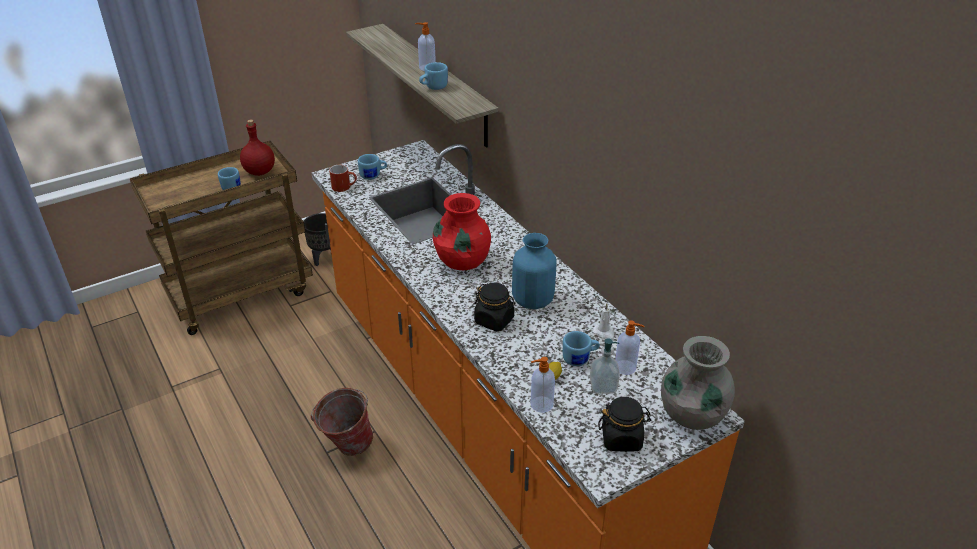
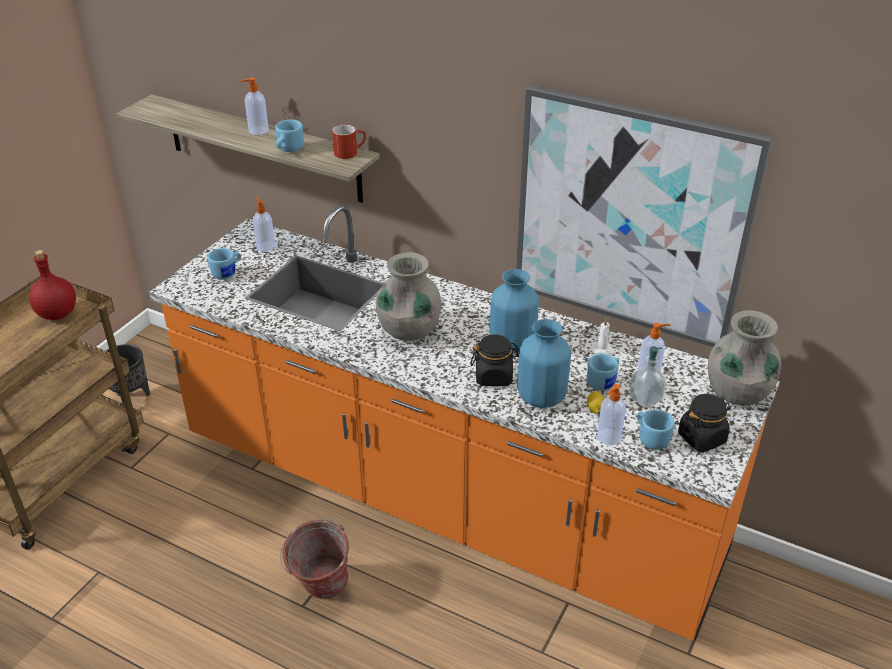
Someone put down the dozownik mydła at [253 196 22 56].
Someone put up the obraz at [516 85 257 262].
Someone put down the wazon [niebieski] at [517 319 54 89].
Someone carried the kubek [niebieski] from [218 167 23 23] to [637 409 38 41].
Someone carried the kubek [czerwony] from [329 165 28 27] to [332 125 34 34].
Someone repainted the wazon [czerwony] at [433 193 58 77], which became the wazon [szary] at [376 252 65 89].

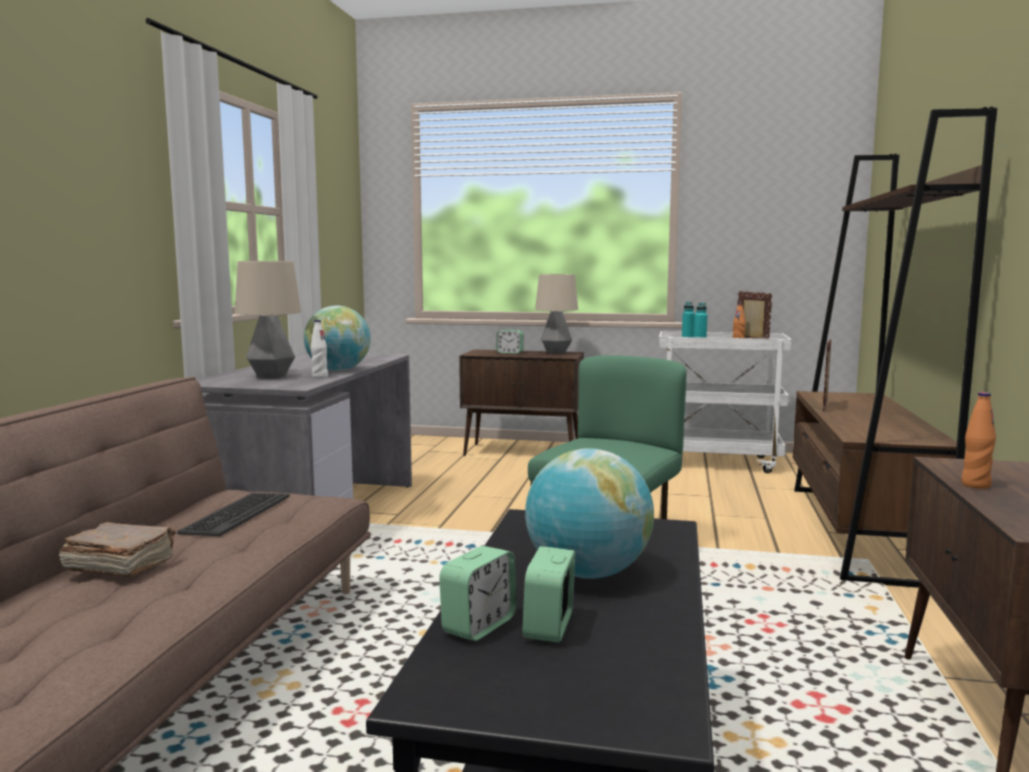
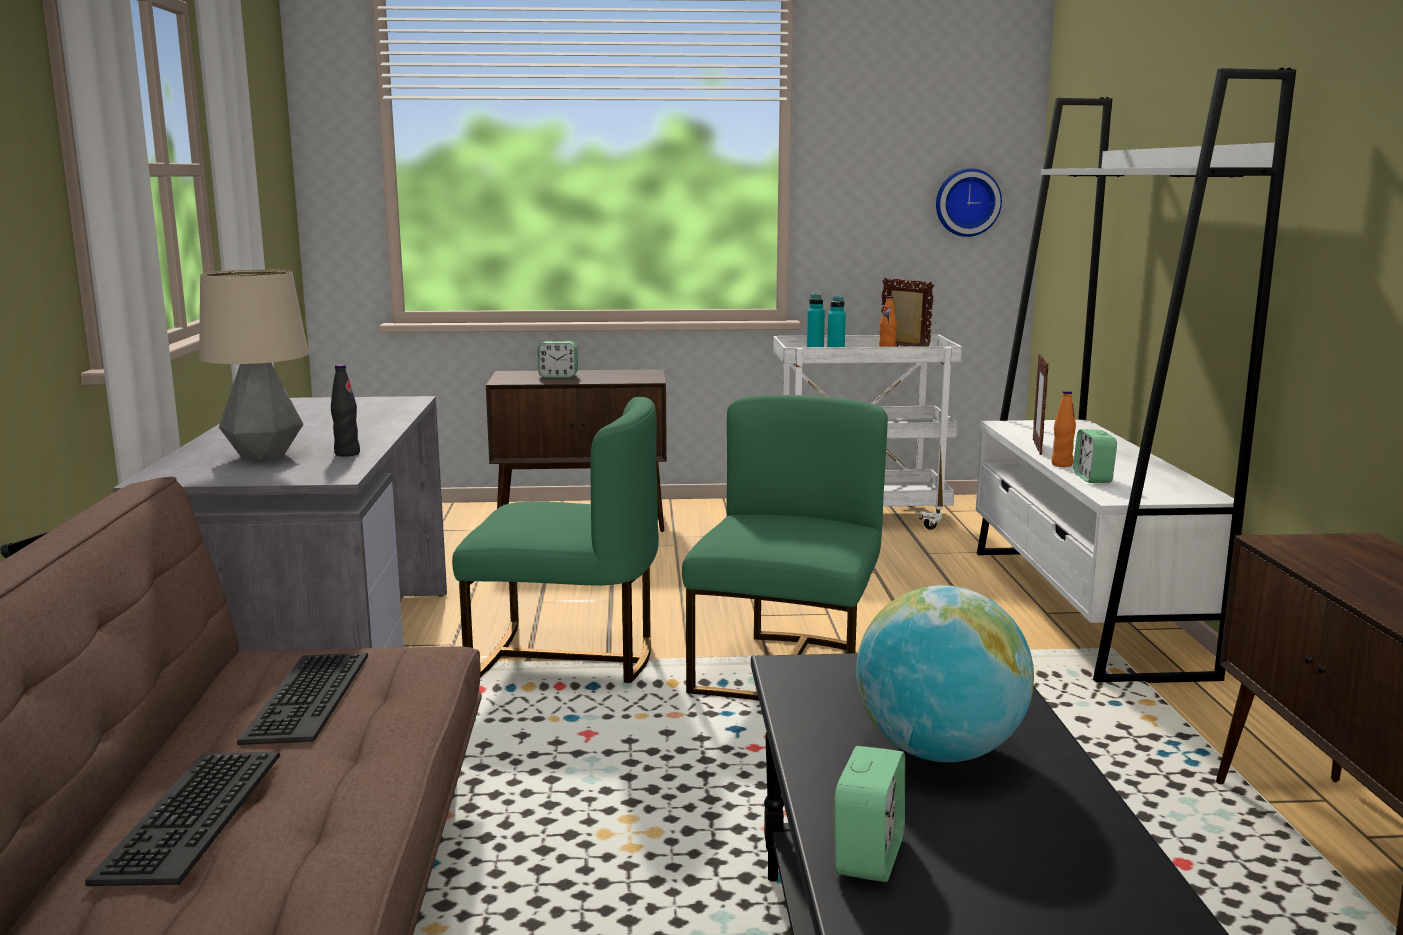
Someone took away the globus at [304 306 67 65].
Someone took away the lampa stołowa at [535 274 43 80].
Someone put down the krzesło [zielony] at [452 397 207 286].
Someone put up the zegar ścienny at [936 168 66 69].
Someone carried the budzik from [523 546 53 97] to [1073 429 44 54].
Someone carried the butelka [pomarańczowy] from [961 392 35 97] to [1052 390 24 77].
Someone swapped the książka [brązowy] at [59 522 117 55] for the klawiatura at [85 752 195 134].
Someone repainted the butelka [biały] at [311 320 17 58], which became the butelka [czarny] at [331 365 29 92].
Someone repainted the regał [brązowy] at [793 107 204 481], which became the regał [biały] at [976 68 320 615].

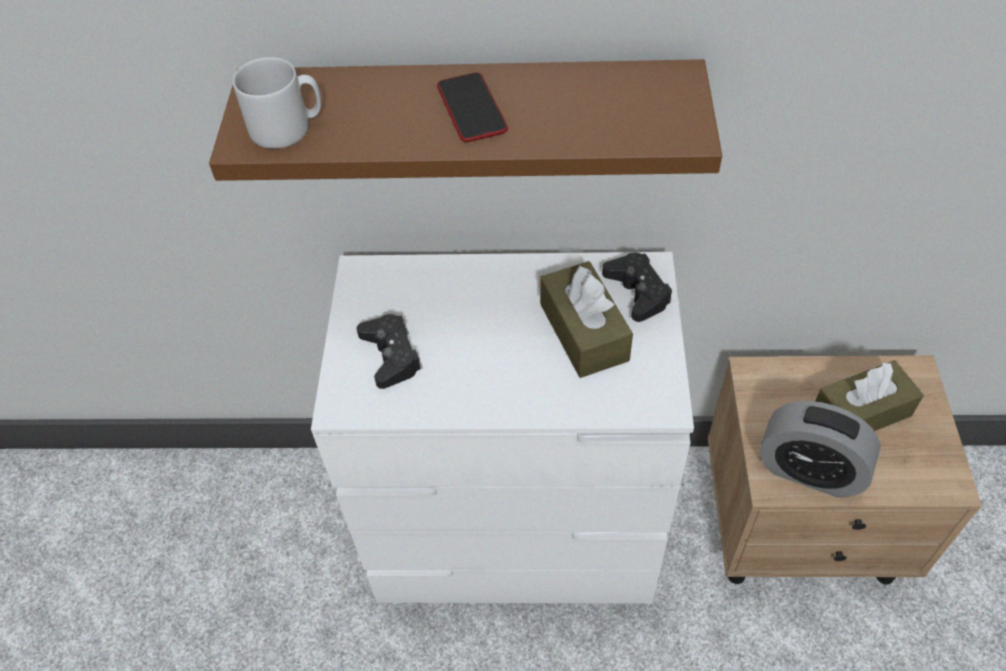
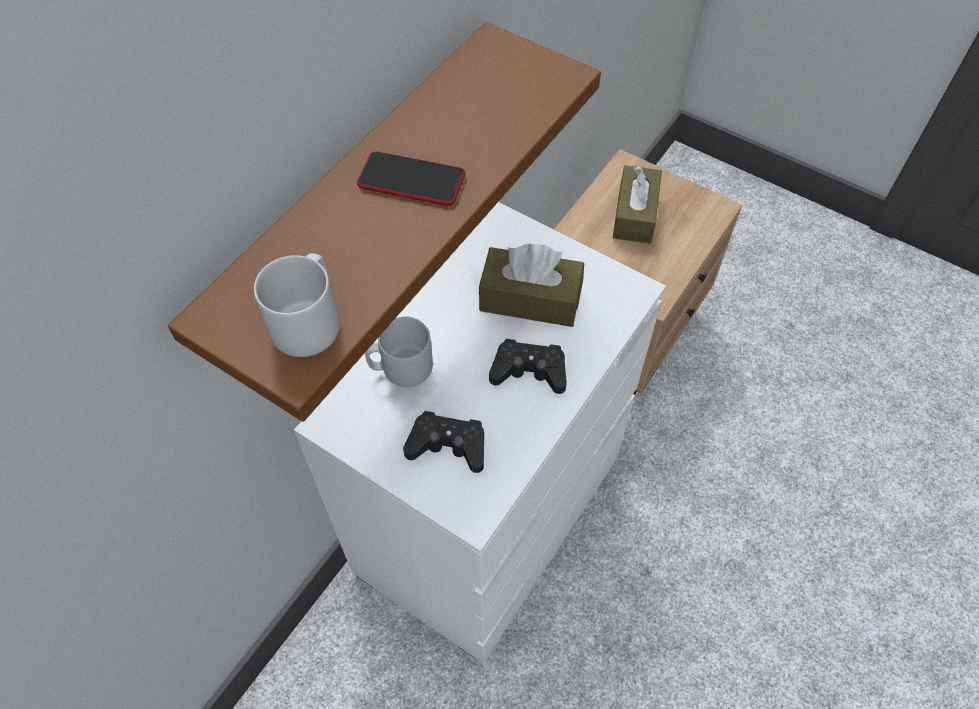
Someone took away the budzik at [760 401 120 97].
Someone put down the kubek [szary] at [365 316 68 71].
Someone carried the pad do gier [czarny] from [602 253 70 69] to [489 339 78 55].

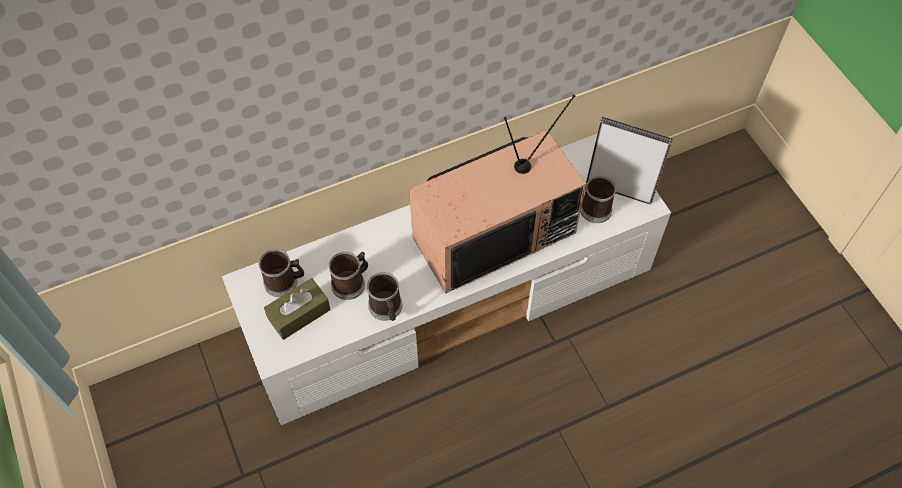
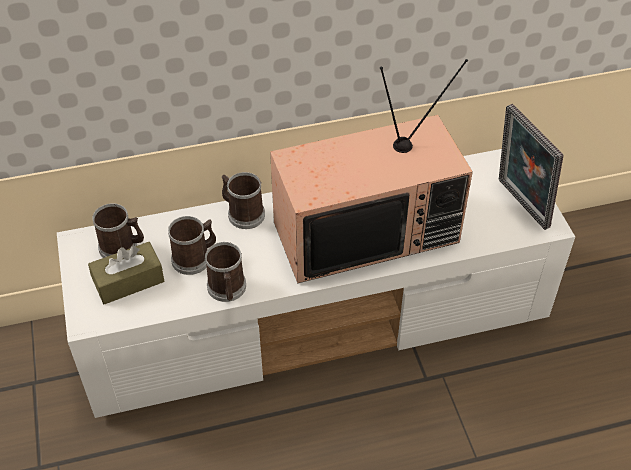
Someone carried the kubek from [580 176 36 47] to [222 172 43 57].
Someone rotated the ramka na zdjęcie at [586 117 87 88] by 150 degrees counterclockwise.

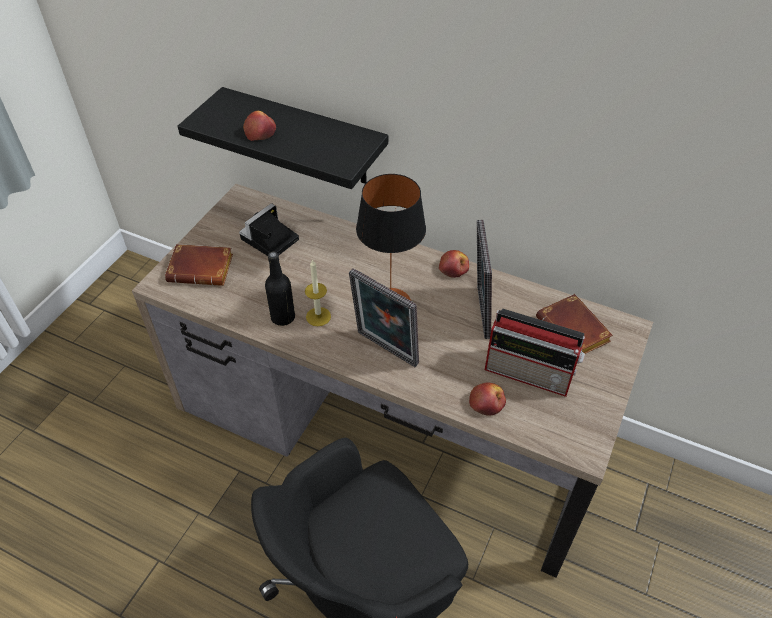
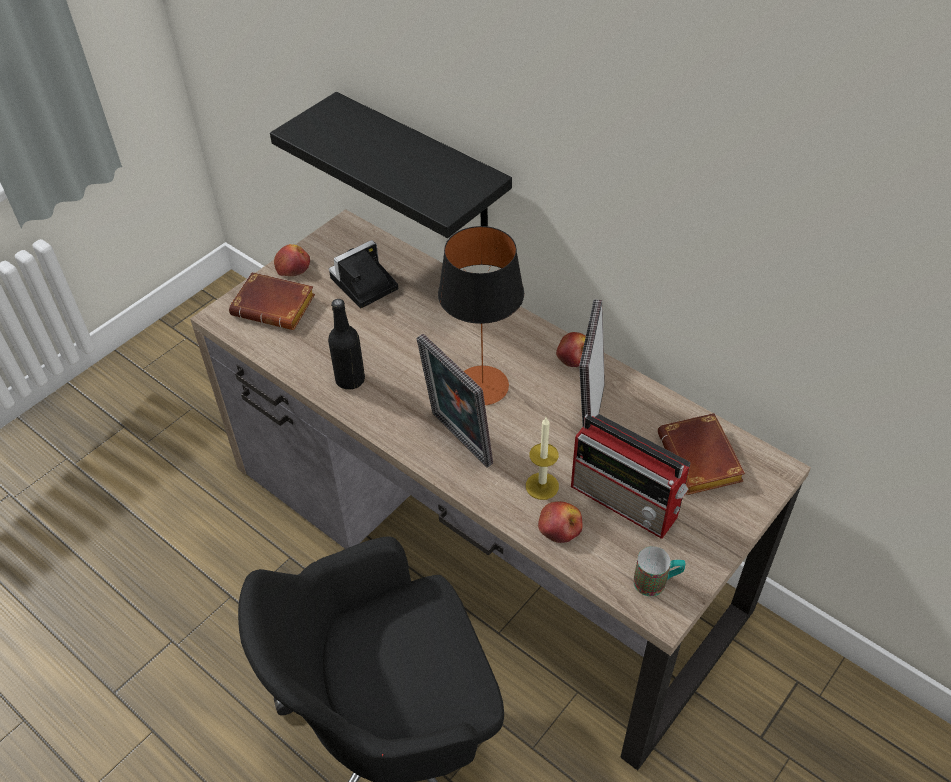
Someone put down the kubek at [633 546 53 50].
Someone carried the jabłko from [243 111 33 30] to [274 244 36 32].
Someone carried the świeca from [305 259 26 67] to [526 417 33 83].

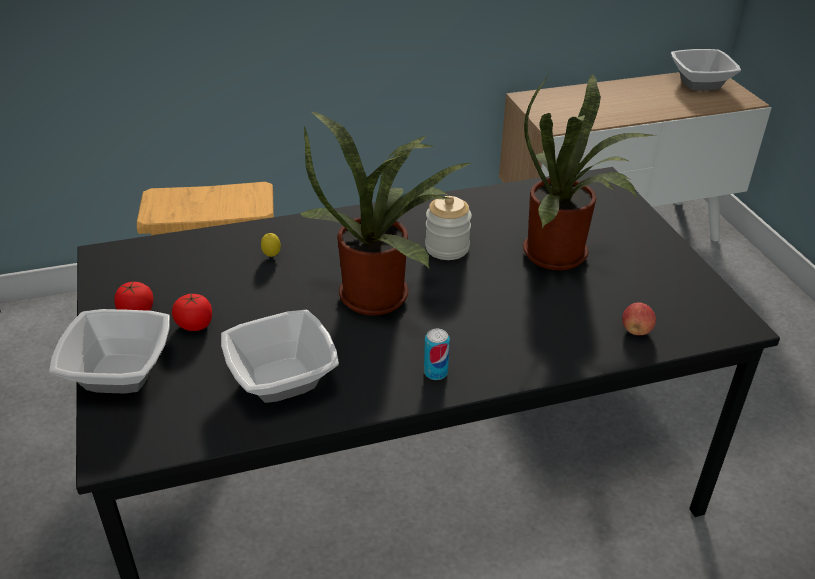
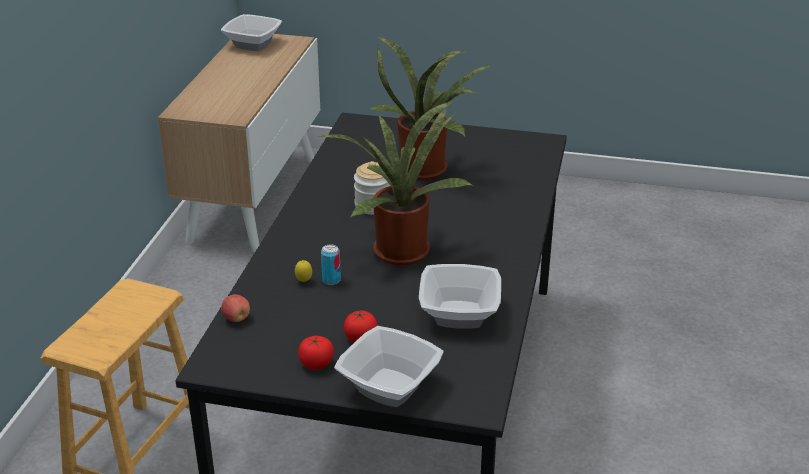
Someone carried the puszka from [424 329 26 51] to [321 244 20 41].
Someone carried the jabłko from [622 302 34 33] to [221 294 29 28].

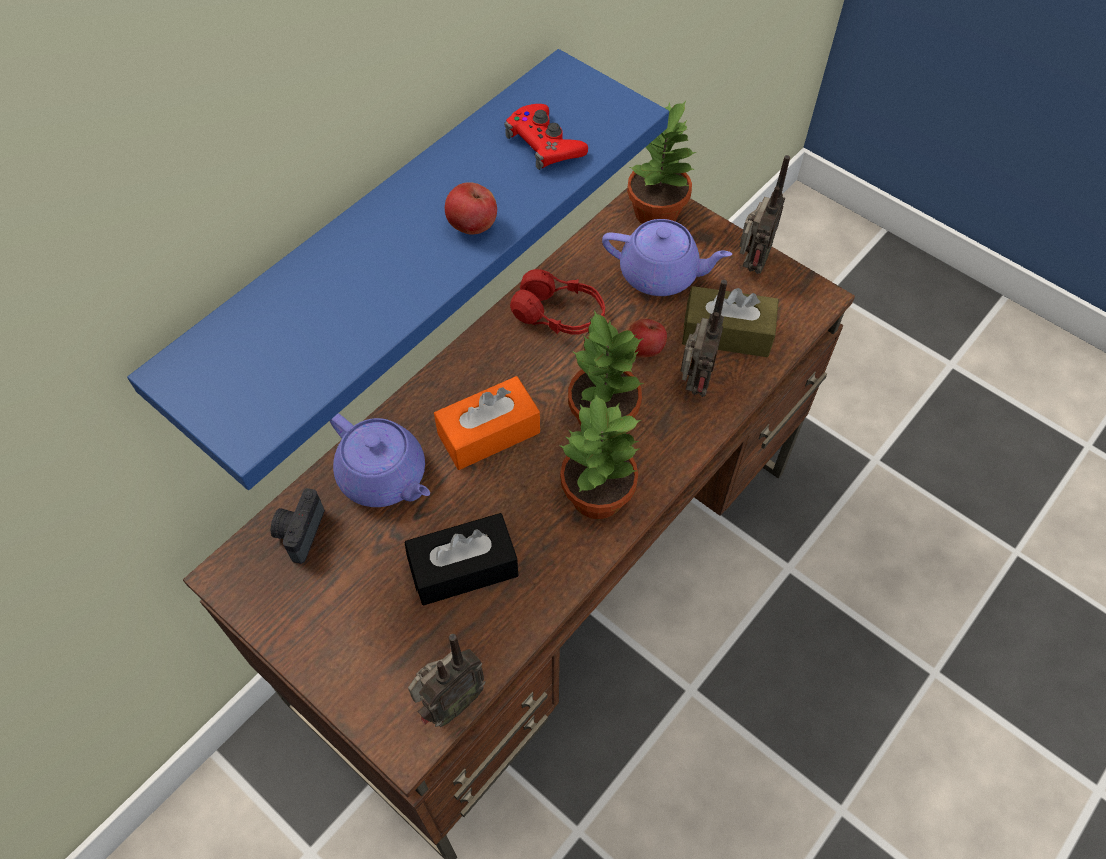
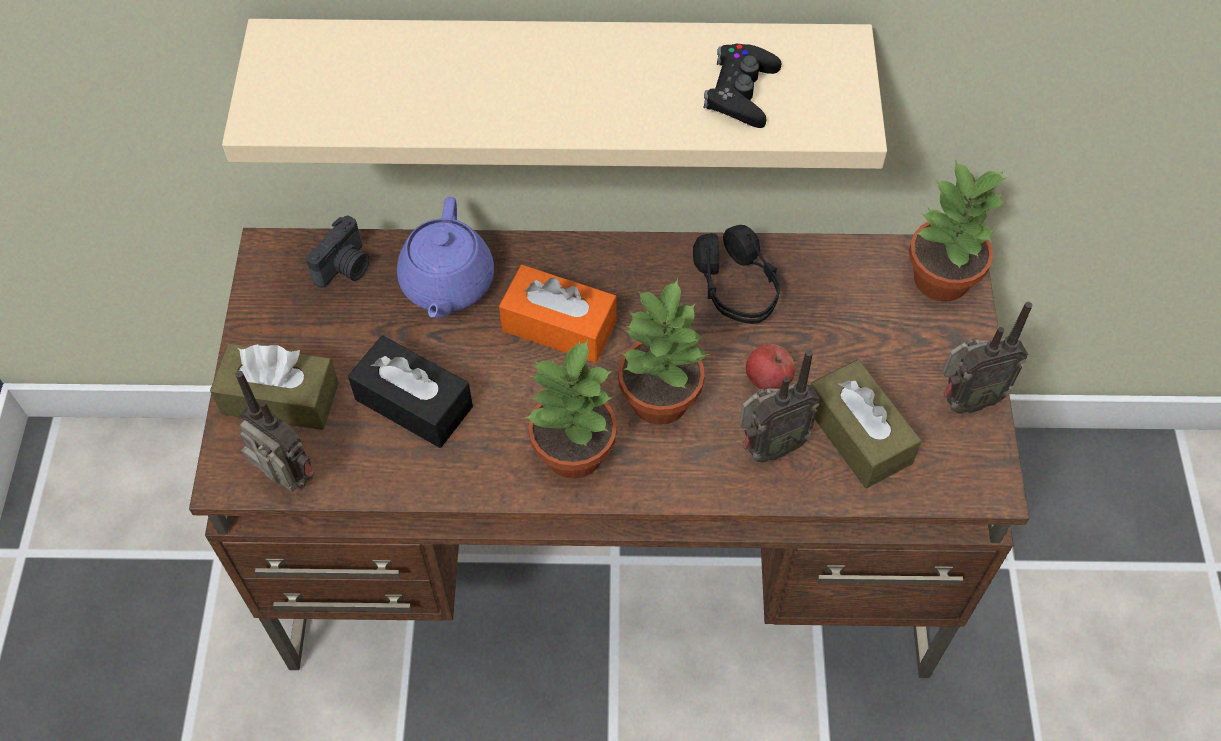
Someone took away the jabłko at [445 182 52 53].
Someone took away the imbryk [fioletowy] at [602 219 130 77].
Someone put down the pudełko chusteczek [brązowy] at [210 343 129 87].
Someone repainted the półka [niebieski] at [127 49 542 441], which became the półka [beżowy] at [222 19 665 150].
Someone repainted the pad do gier [czerwony] at [504 104 84 66], which became the pad do gier [czarny] at [704 44 77 84].
Someone repainted the słuchawki [czerwony] at [510 269 95 66], which became the słuchawki [czarny] at [693 225 87 99].
Someone rotated the aparat fotograficzny at [271 488 54 76] by 150 degrees clockwise.
Someone rotated the radio at [408 634 78 93] by 150 degrees counterclockwise.

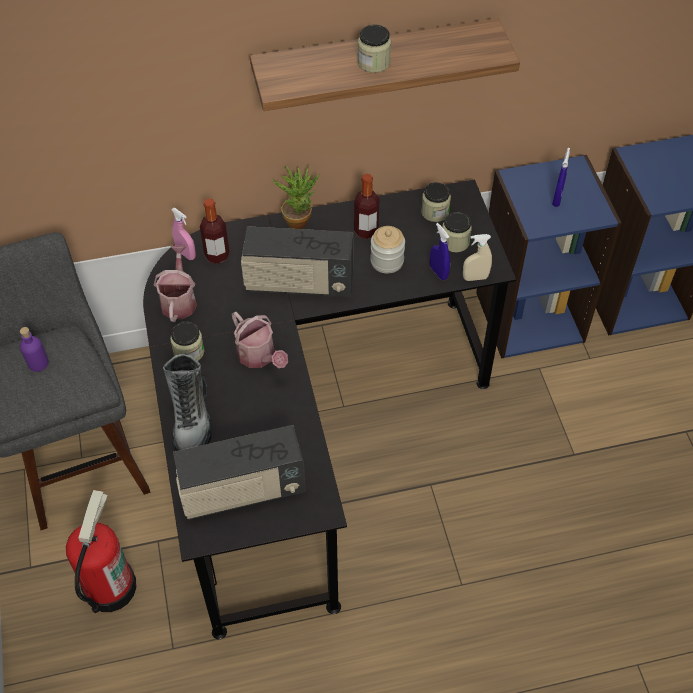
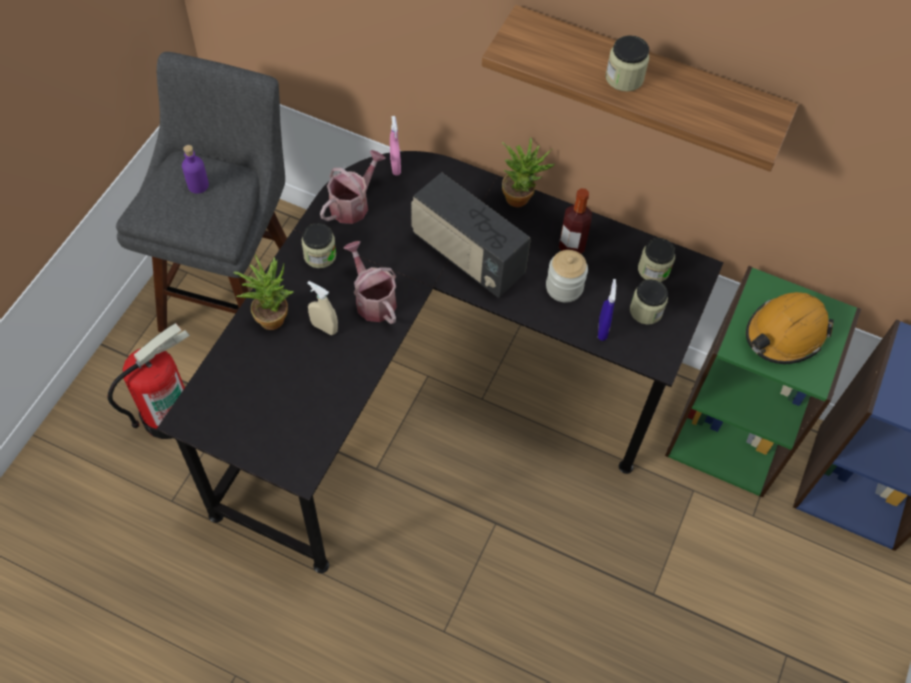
Someone took away the radio at [173 425 133 95].
Someone took away the butelka at [200 198 30 66].
Someone carried the spryskiwacz [beżowy] from [463 234 29 47] to [307 281 31 54].
Someone swapped the but z cholewką at [163 353 49 98] for the roślina doniczkowa at [233 255 60 75].
Someone swapped the spryskiwacz [niebieski] at [552 148 18 59] for the kask [pomarańczowy] at [746 292 88 72].
Someone repainted the regał [niebieski] at [476 155 145 204], which became the regał [zielony] at [665 266 196 232].
Someone rotated the konewka at [232 312 56 56] by 150 degrees clockwise.

